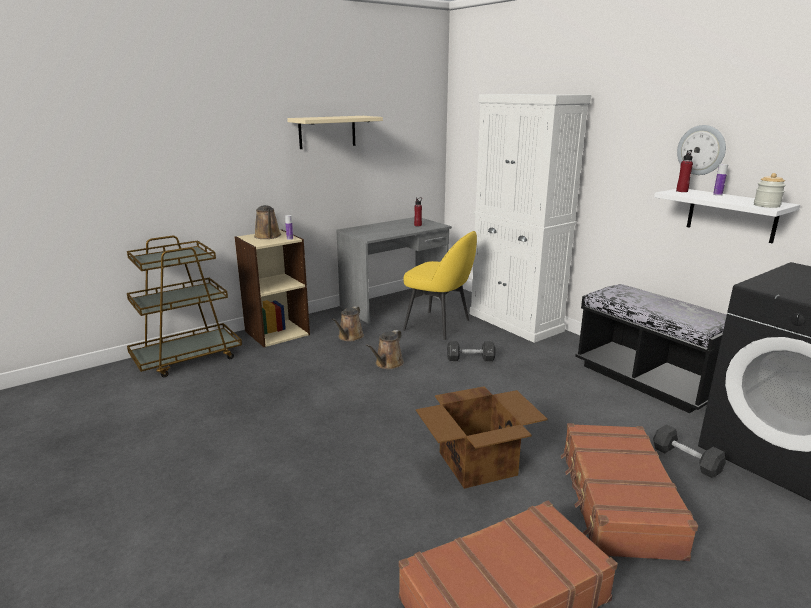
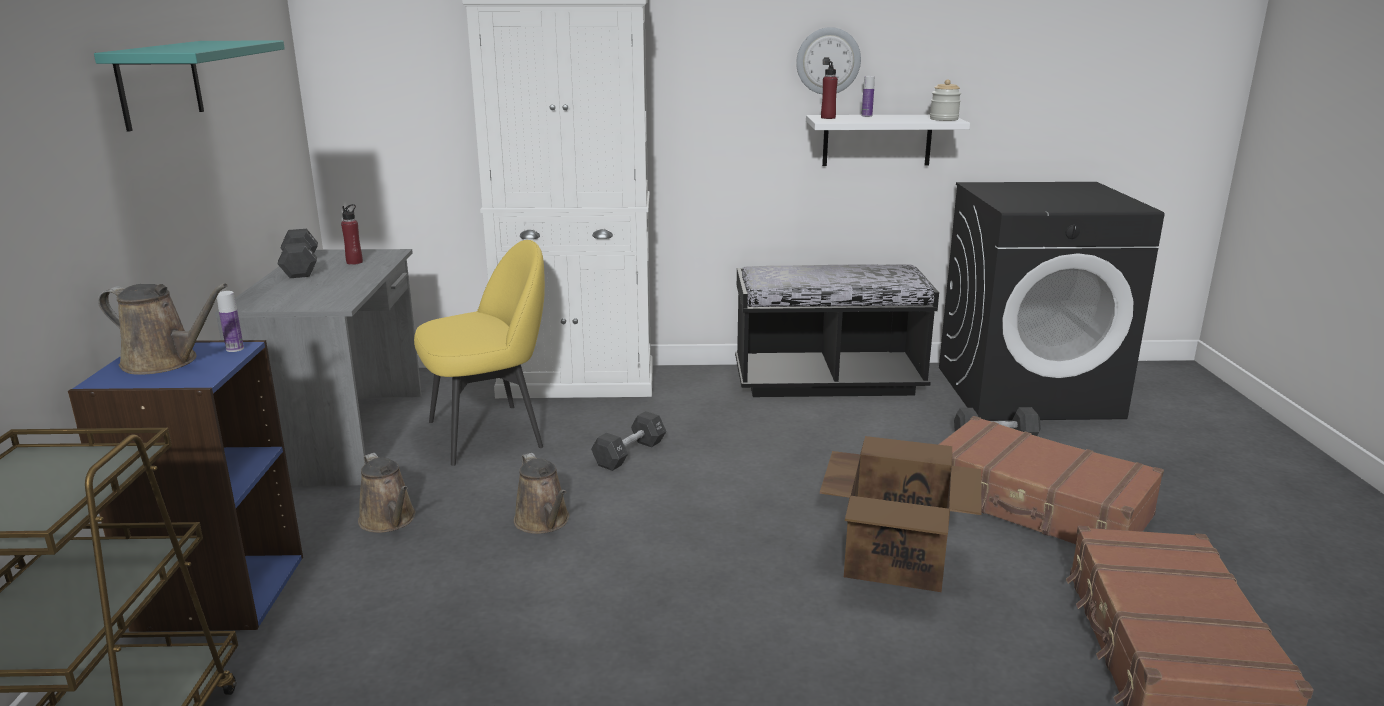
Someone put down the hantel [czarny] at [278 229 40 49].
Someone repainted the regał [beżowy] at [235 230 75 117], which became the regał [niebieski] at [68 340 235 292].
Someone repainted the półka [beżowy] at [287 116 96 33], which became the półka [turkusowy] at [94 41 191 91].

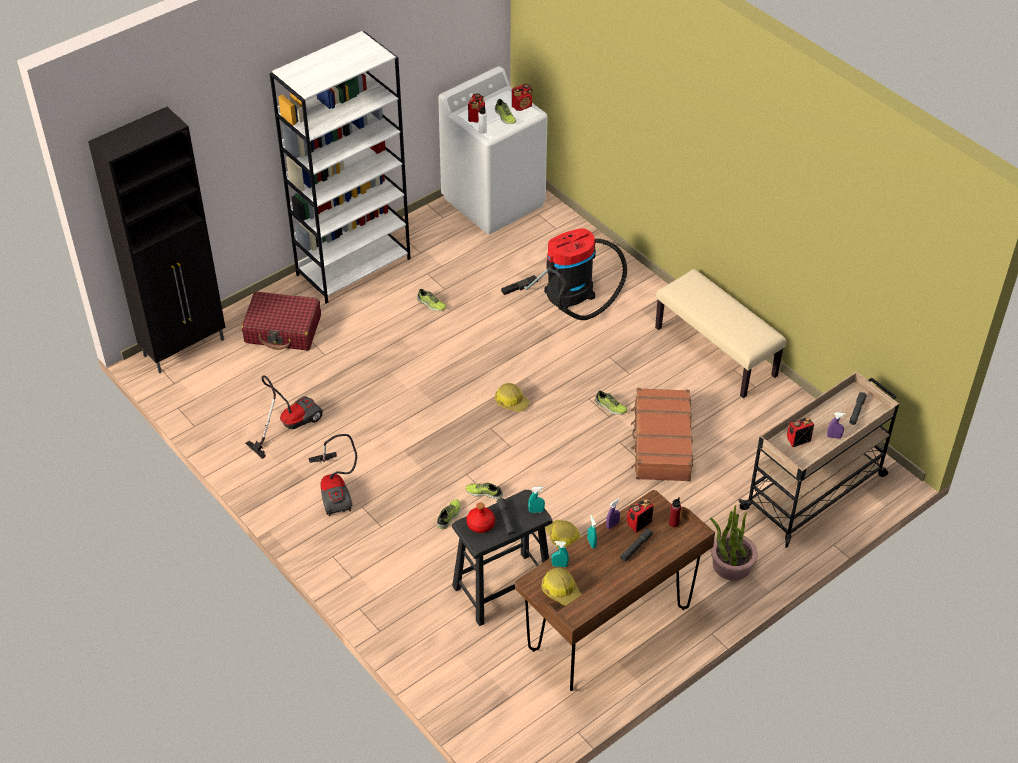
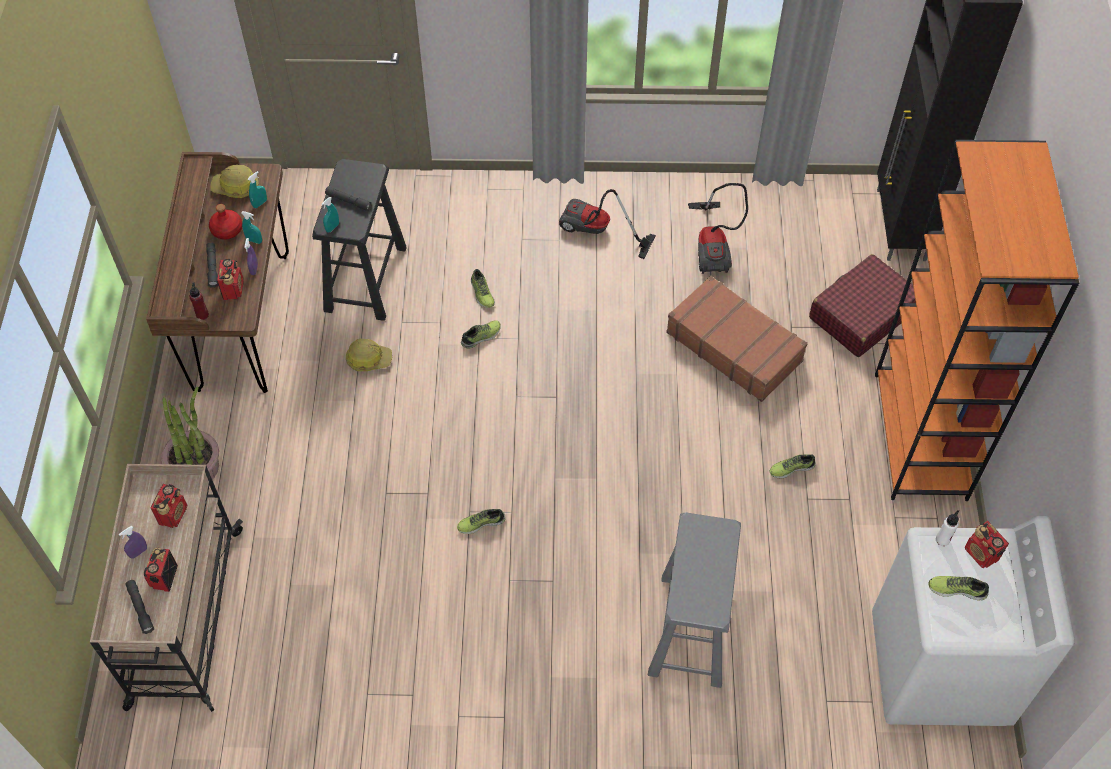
Someone took away the kask at [495 383 35 29].
Someone took away the ławka [beżowy] at [655 269 131 129].
Someone carried the butelka [czerwony] from [466 502 29 31] to [209 204 33 36].
Someone carried the radio from [512 83 20 28] to [144 548 34 44].
Someone carried the walizka [brązowy] from [631 388 62 93] to [666 276 142 126].
Someone swapped the odkurzacz at [501 228 126 92] for the stołek [szary] at [648 512 93 176].
Someone repainted the regał [biały] at [270 31 141 273], which became the regał [pomarańczowy] at [875 140 204 361].

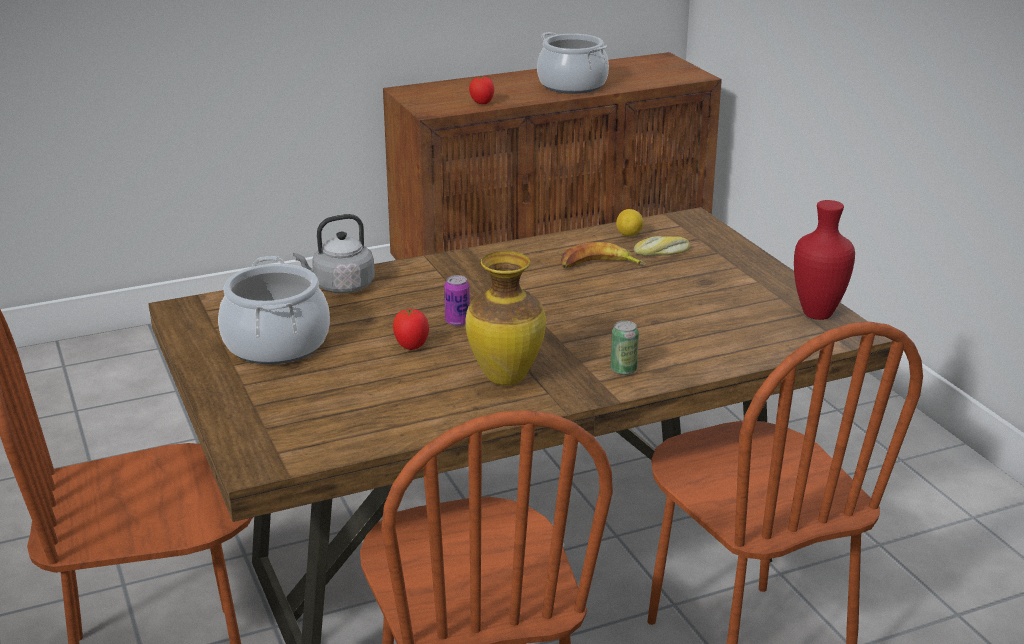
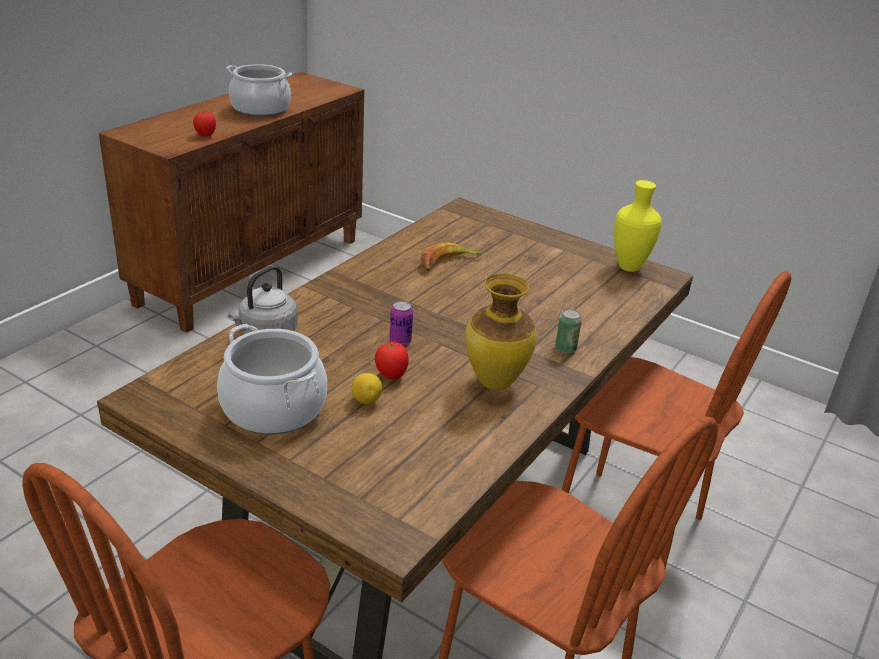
Someone took away the chleb at [634 236 57 20].
Someone carried the cytryna from [616 209 27 27] to [352 373 31 31].
Someone repainted the wazon [czerwony] at [794 200 61 120], which became the wazon [żółty] at [614 180 48 92].

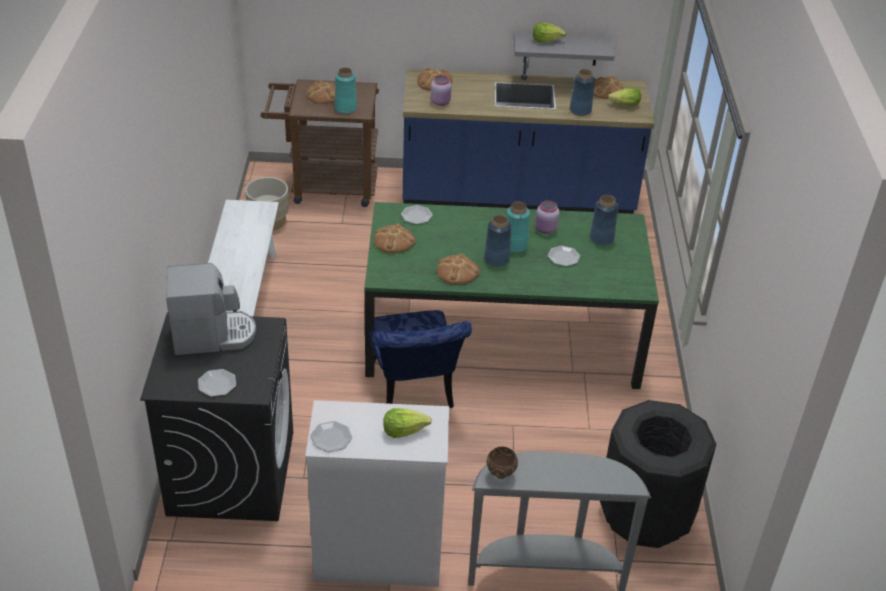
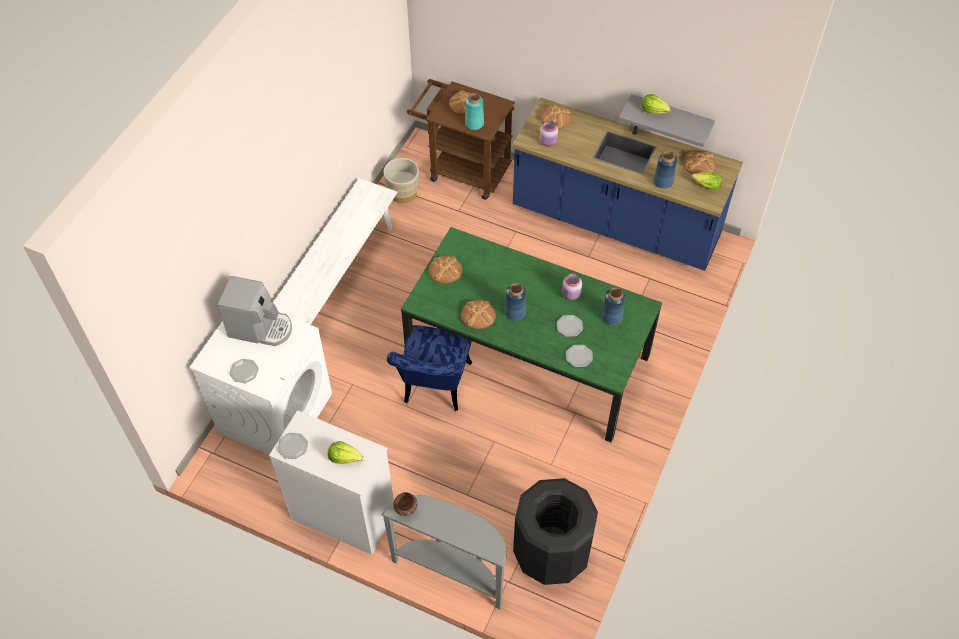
Someone took away the wazon [turkusowy] at [506 202 24 51].
Someone carried the talerz from [401 205 32 19] to [566 345 27 22].
Someone repainted the pralka [czarny] at [140 313 153 208], which became the pralka [biały] at [189 316 143 139].

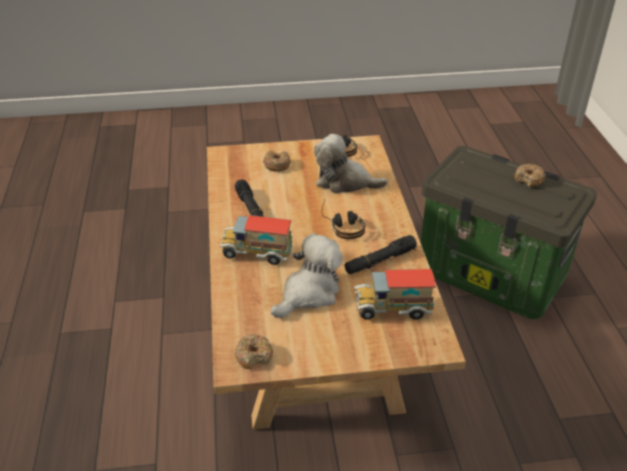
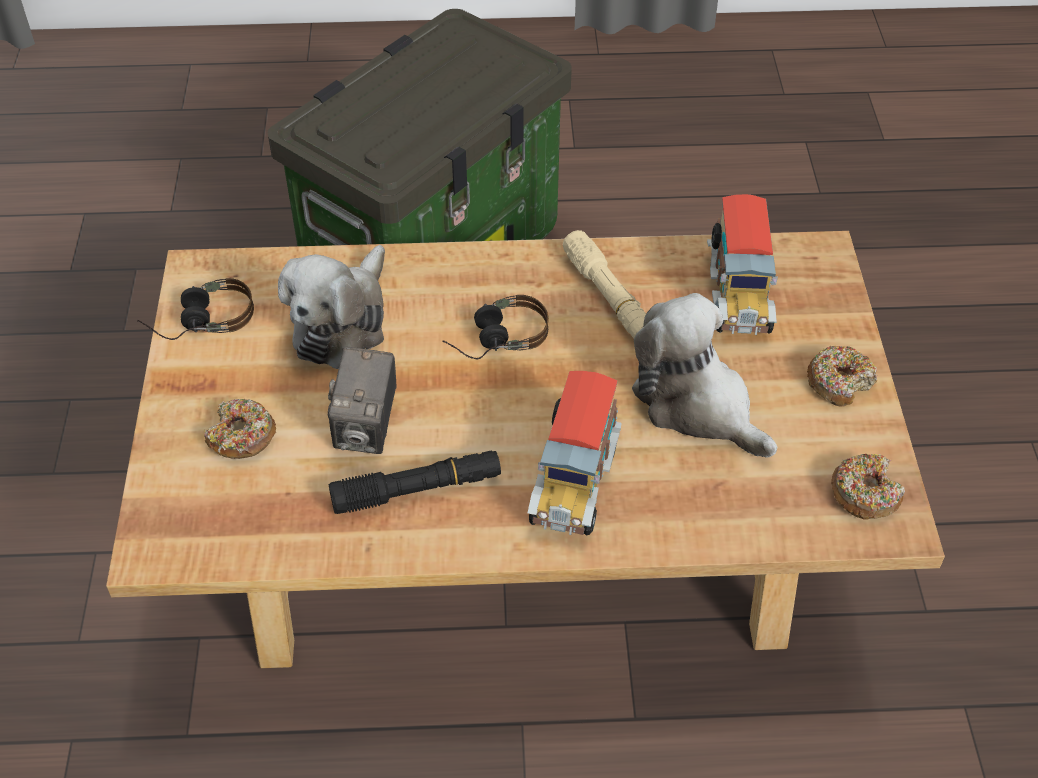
Someone put down the aparat fotograficzny at [328 347 69 107].
Someone carried the donut from [514 164 31 23] to [807 346 70 61].
Someone repainted the latarka [czarny] at [345 235 72 39], which became the latarka [beżowy] at [563 230 83 108].

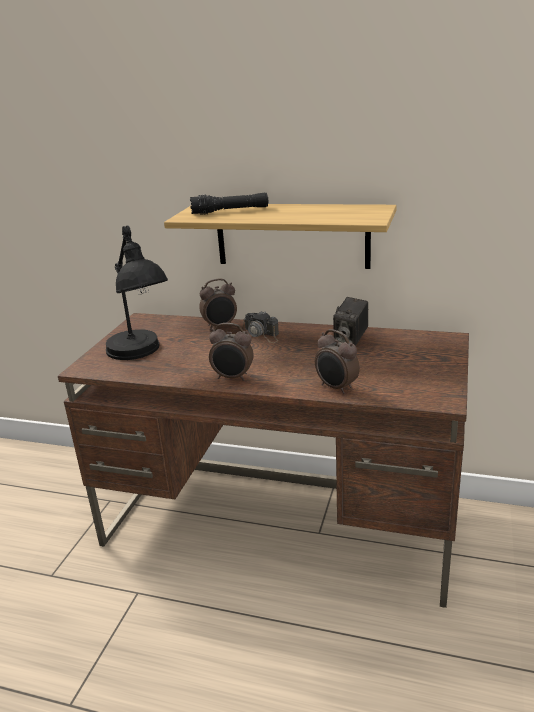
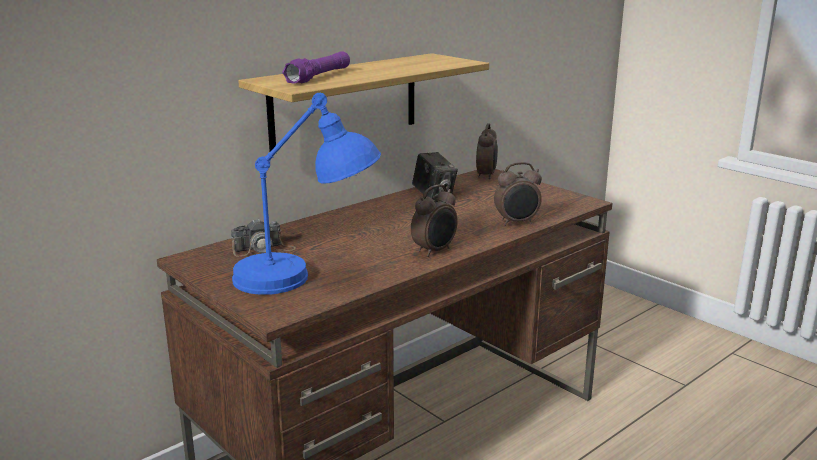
Someone carried the budzik from [199 278 38 52] to [476 123 22 56].
Someone carried the aparat fotograficzny from [243 311 36 32] to [231 220 65 36].
Someone repainted the lampa stołowa [czarny] at [106 225 62 135], which became the lampa stołowa [niebieski] at [232 93 149 202].
Someone repainted the latarka [czarny] at [190 192 78 23], which became the latarka [fioletowy] at [282 51 68 33].

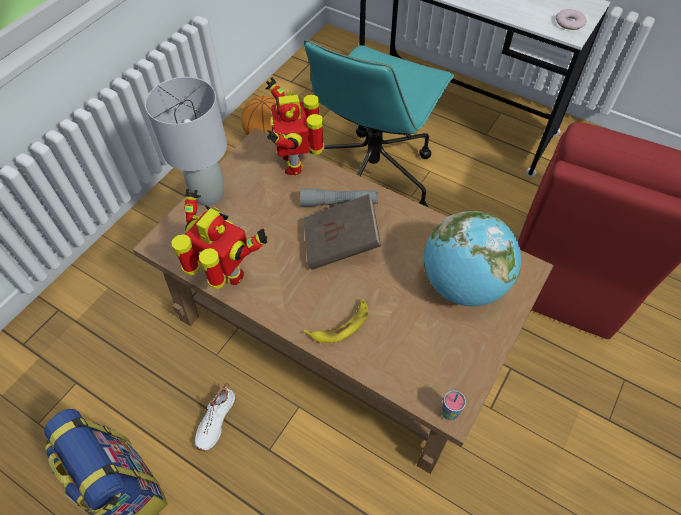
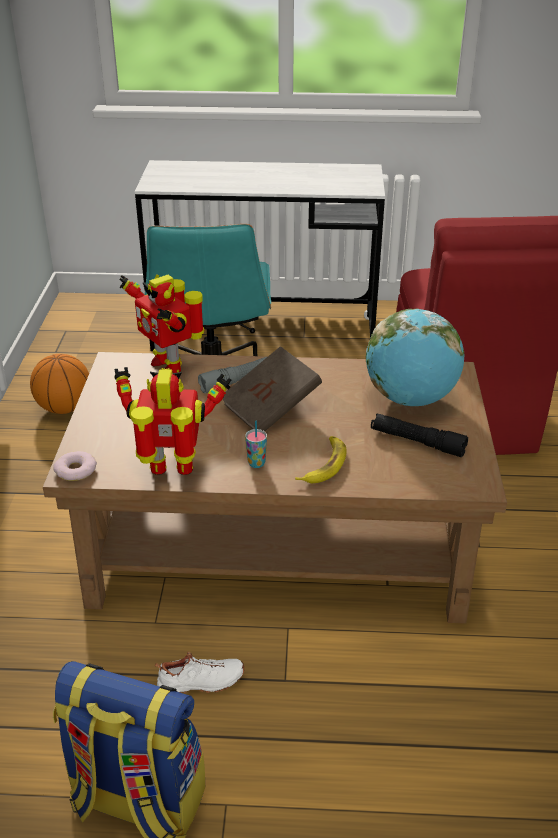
Someone took away the lampa stołowa [szary] at [145 77 82 129].
Someone put down the latarka [czarny] at [371 413 97 44].
Someone carried the filiżanka from [441 390 25 30] to [245 421 22 47].
Someone carried the donut from [556 9 31 21] to [53 451 44 30].
Someone rotated the but [biały] at [195 383 40 68] by 90 degrees counterclockwise.

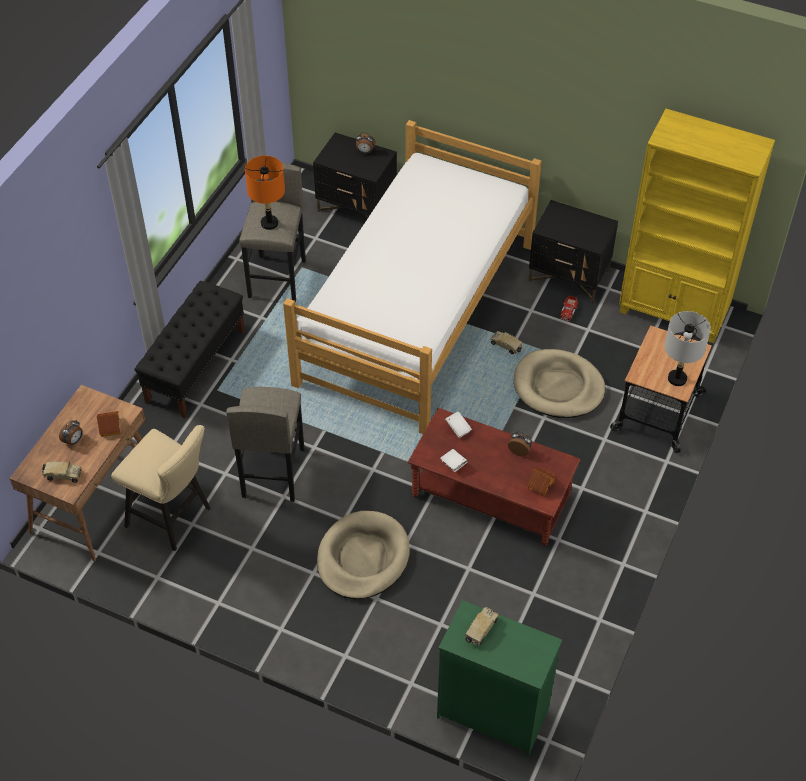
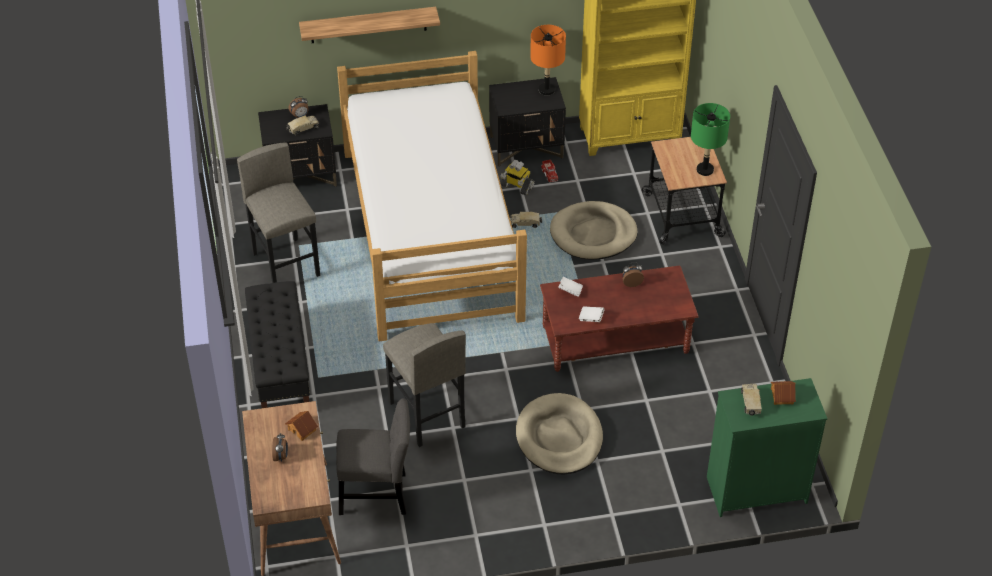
Someone put up the półka at [299 7 141 36].
Someone put down the robot zabawkowy at [500 160 35 36].
Someone carried the ciężarówka zabawkowa from [42 461 39 22] to [286 116 33 19].
Someone carried the lampa stołowa [pomarańczowy] from [245 156 40 74] to [530 25 36 70].
Someone carried the domek from [526 468 31 28] to [771 381 25 24].
Someone swapped the stołek [beżowy] at [111 425 100 126] for the krzesło [szary] at [336 398 74 117].
Someone repainted the lampa stołowa [szary] at [664 311 47 75], which became the lampa stołowa [zielony] at [691 103 39 73].

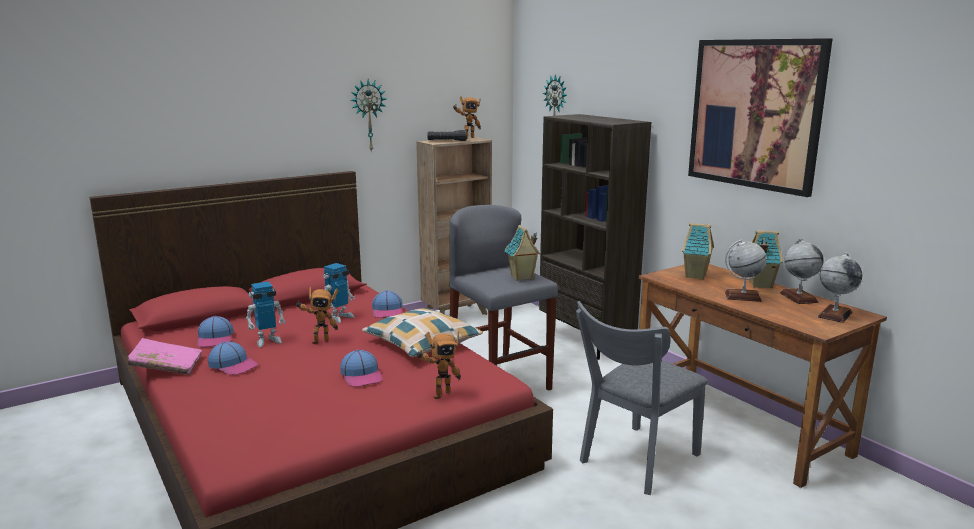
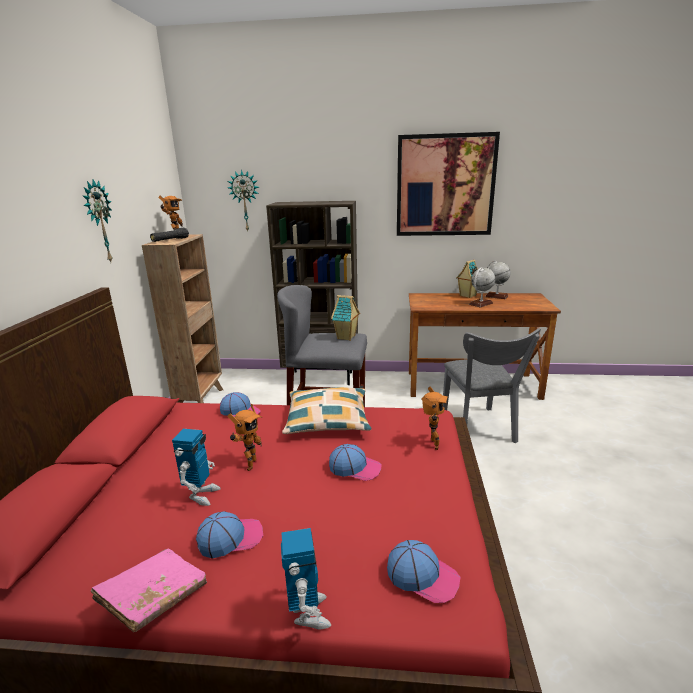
Someone took away the domek at [682 223 32 57].
Someone took away the globus at [818 253 45 70].
Someone carried the czapka z daszkiem from [197 316 37 31] to [387 540 74 63].
Someone carried the robot zabawkowy from [323 263 32 60] to [281 528 50 102].

